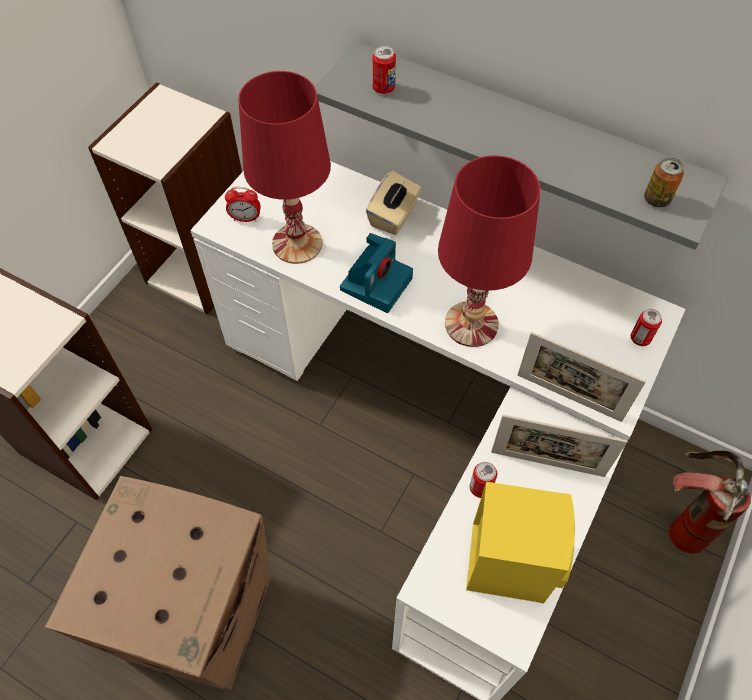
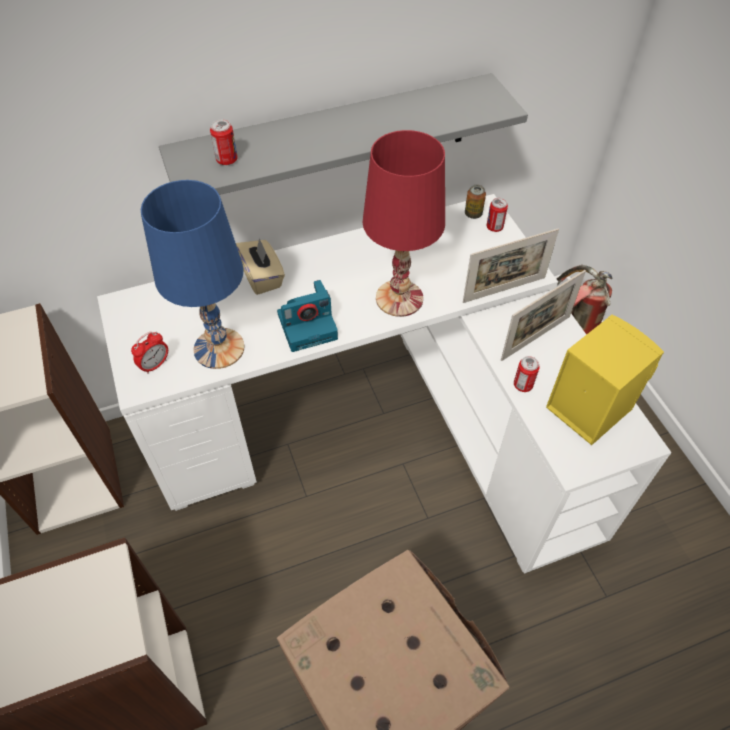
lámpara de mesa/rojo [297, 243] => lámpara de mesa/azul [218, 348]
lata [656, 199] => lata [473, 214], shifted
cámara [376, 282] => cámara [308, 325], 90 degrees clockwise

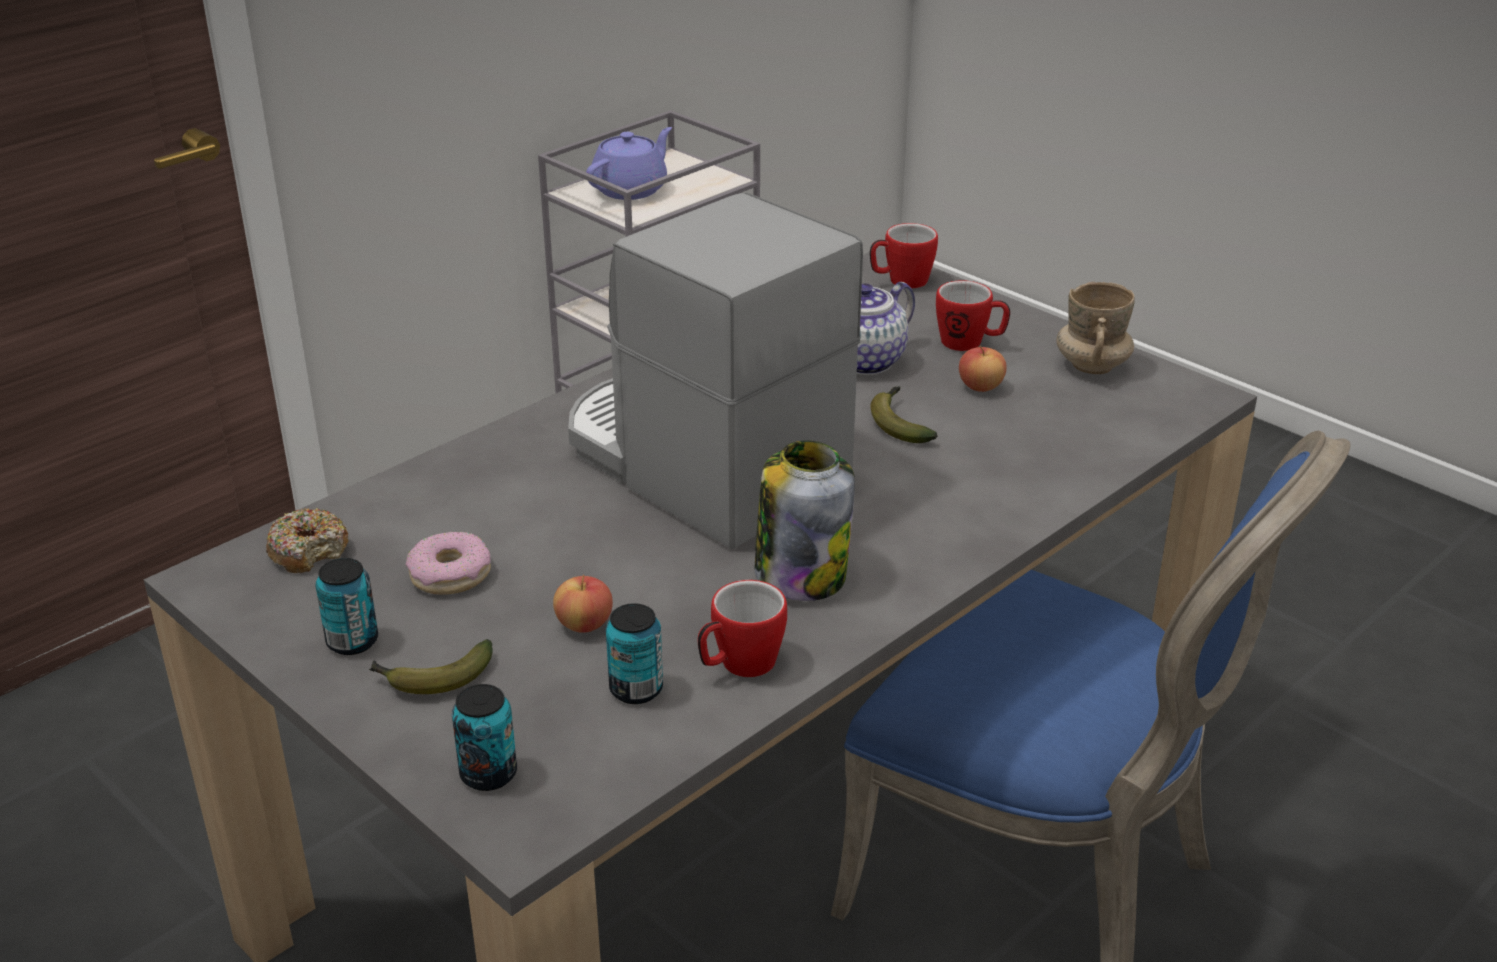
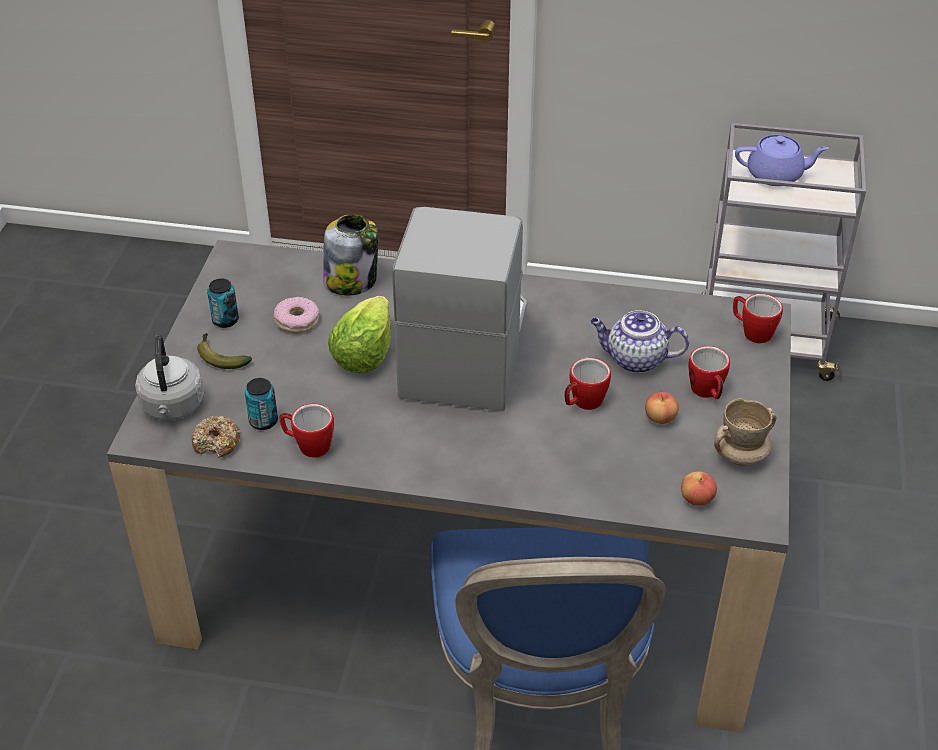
plátano [899, 423] => taza grande [583, 403]
tarro [800, 574] => tarro [351, 280], shifted
rosquilla [309, 551] => rosquilla [217, 442], shifted
manzana [584, 624] => manzana [697, 499], shifted
lata [488, 774] => hervidor/gris [173, 407]
nothing => lechuga [364, 354]

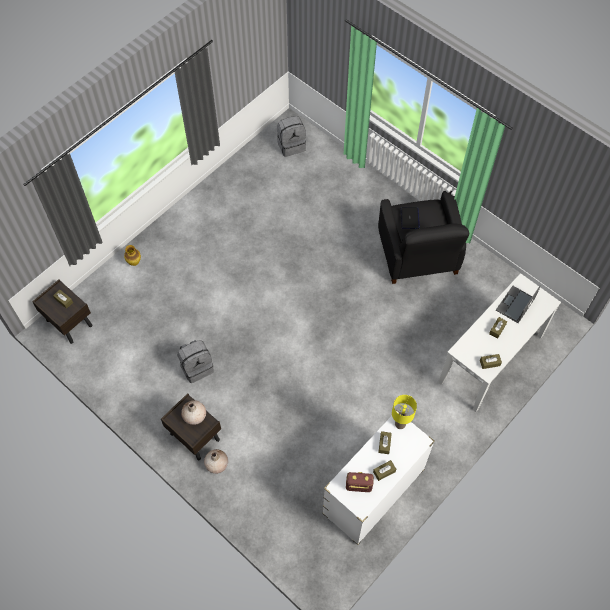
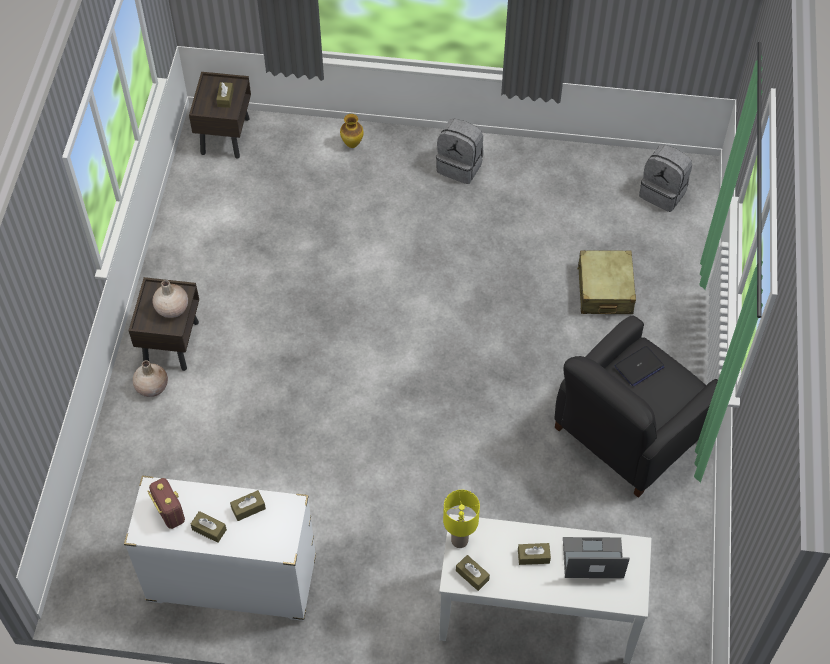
mochila/gris [197, 367] => mochila/gris [460, 166], shifted
lámpara de mesa/amarillo [400, 424] => lámpara de mesa/amarillo [460, 540], shifted
nothing => maleta/beis [604, 290]

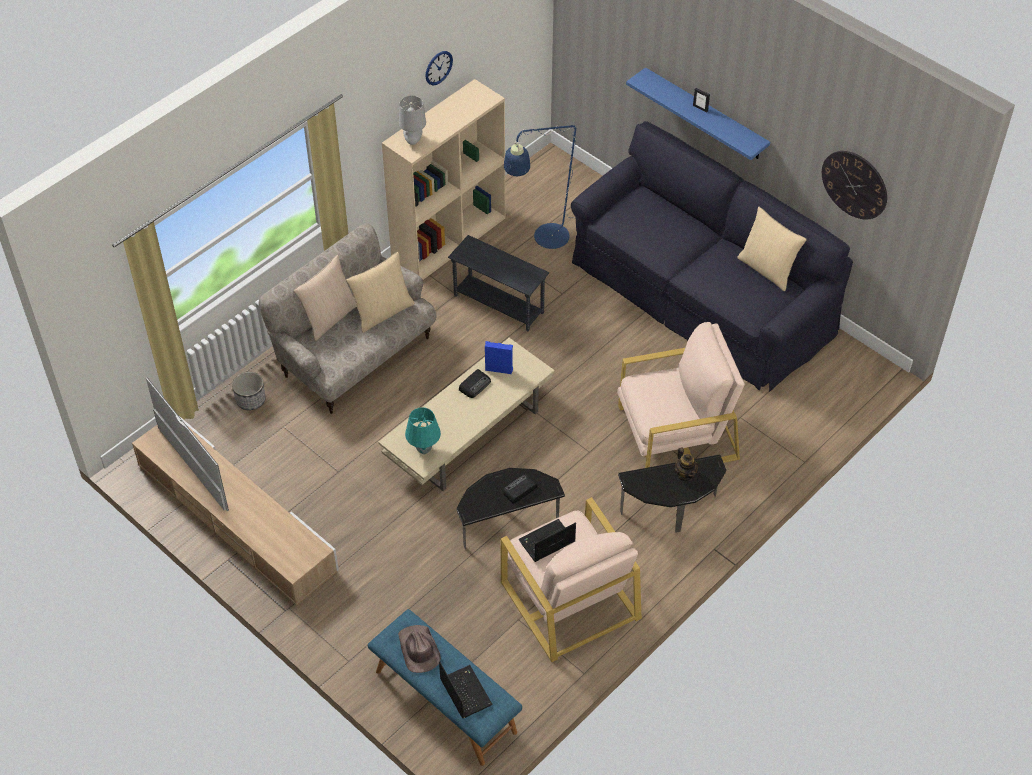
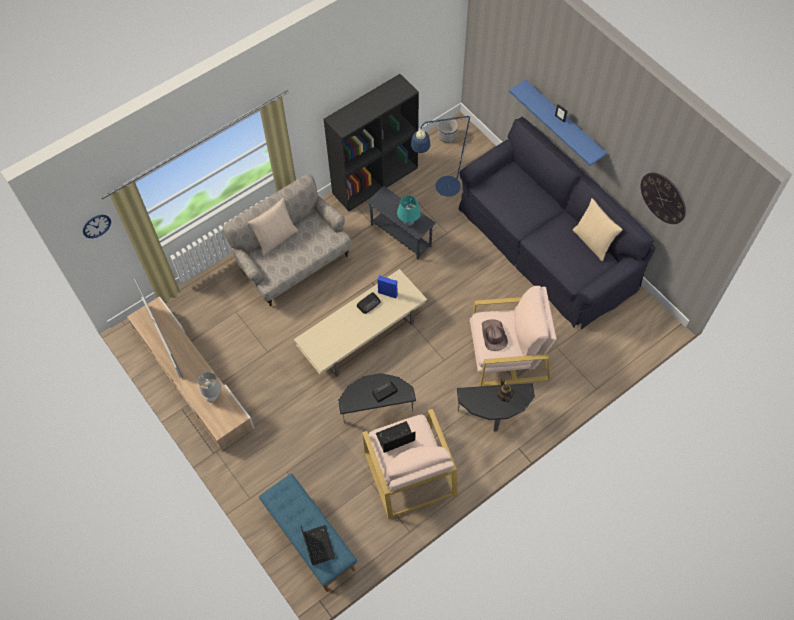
reloj de pared [438, 67] => reloj de pared [96, 226], shifted
estantería/beis [449, 239] => estantería/negro [375, 179]
lámpara de mesa/gris [413, 140] => lámpara de mesa/gris [214, 395], shifted
cojín/beis [382, 312] => nothing
maceta [251, 400] => maceta [447, 136], shifted
lámpara de mesa/turquesa [424, 449] => lámpara de mesa/turquesa [409, 222], shifted
sombrero/marrón [418, 650] => sombrero/marrón [493, 335], shifted

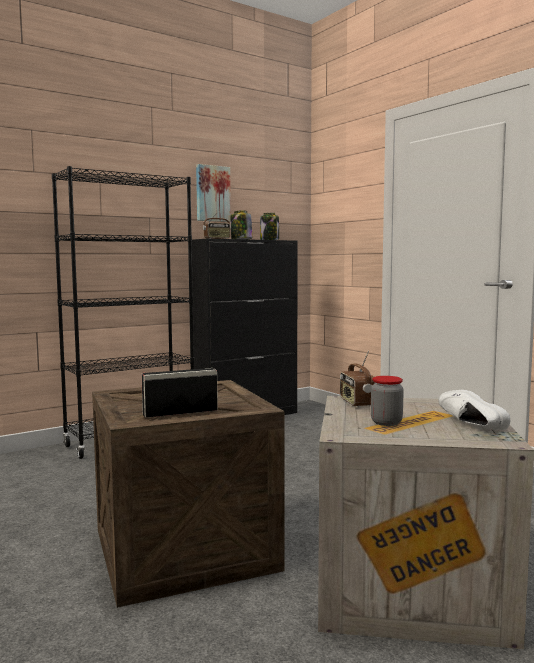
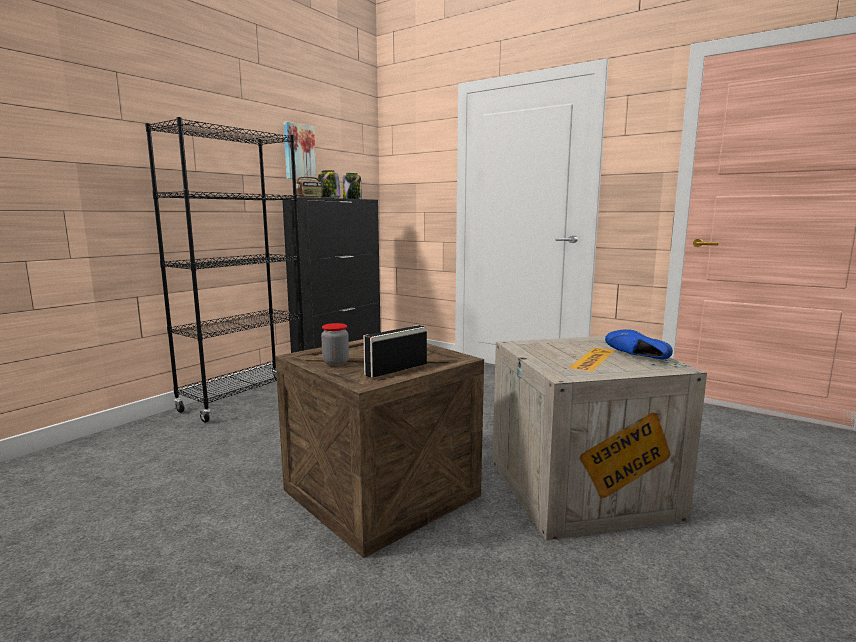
radio [356, 402] => nothing
tarro [386, 422] => tarro [335, 362], shifted
zapato/blanco [467, 425] => zapato/azul [636, 357]

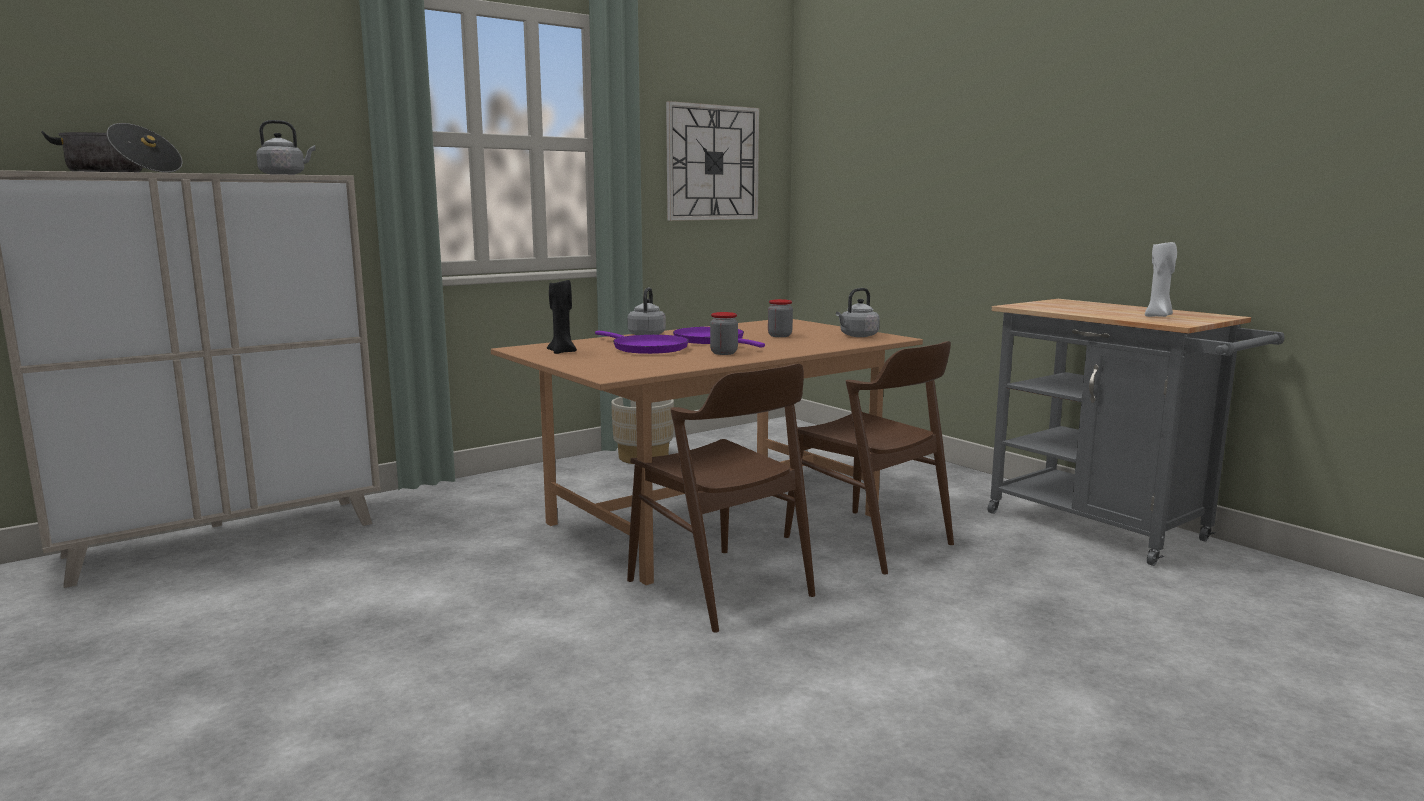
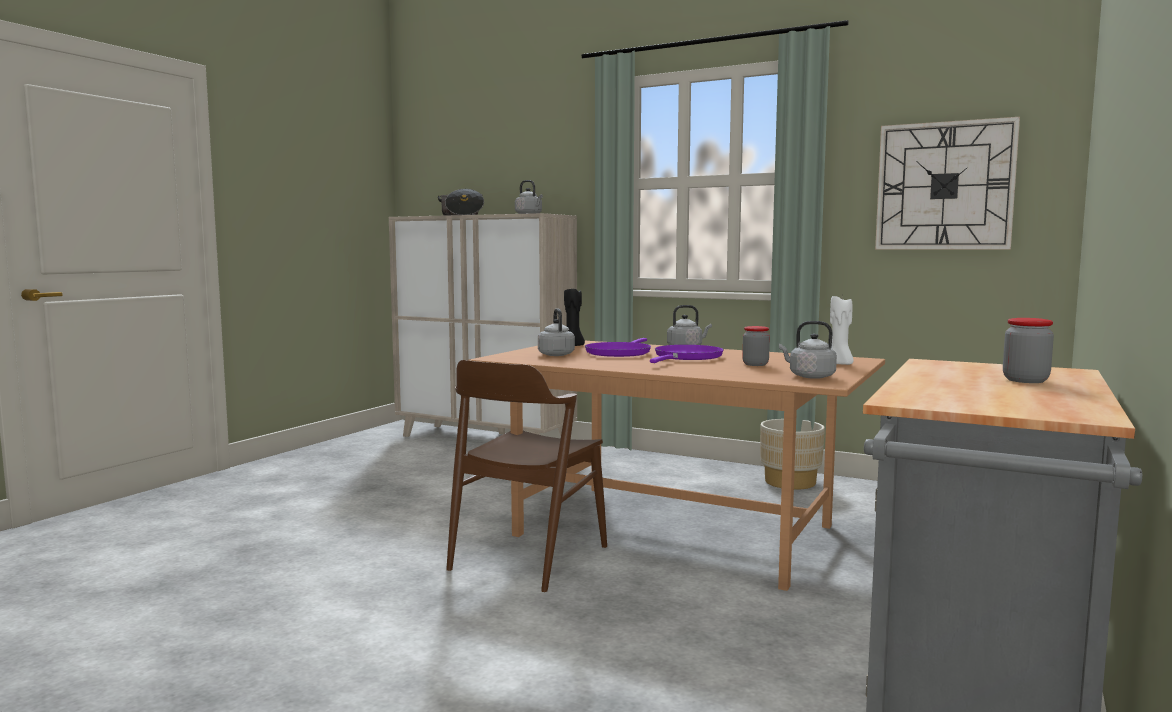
vela/blanco [1158, 316] => vela/blanco [839, 364], shifted
tarro [723, 353] => tarro [1025, 380], shifted
silla/marrón [868, 540] => nothing
nothing => hervidor/gris [555, 354]

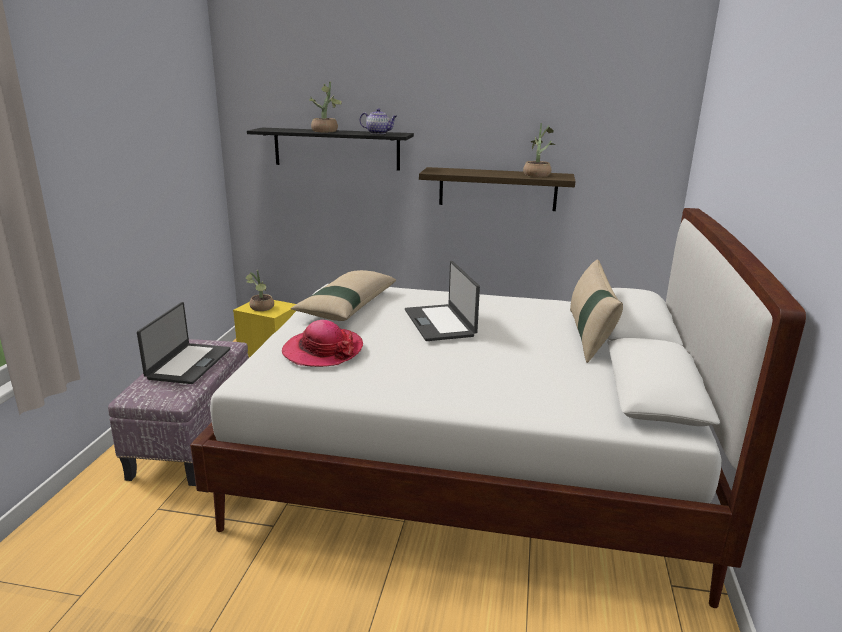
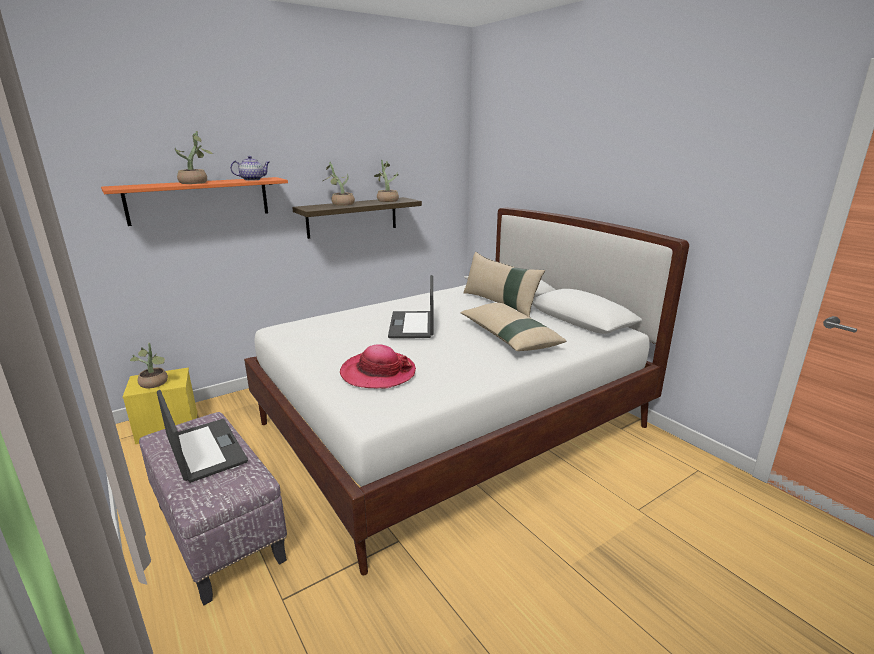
estante/negro [336, 149] => estante/naranja [199, 200]
portátil [440, 323] => portátil [413, 325], 60 degrees clockwise
cojín/beis [346, 305] => cojín/beis [508, 337], shifted
nothing => planta en maceta [340, 204]

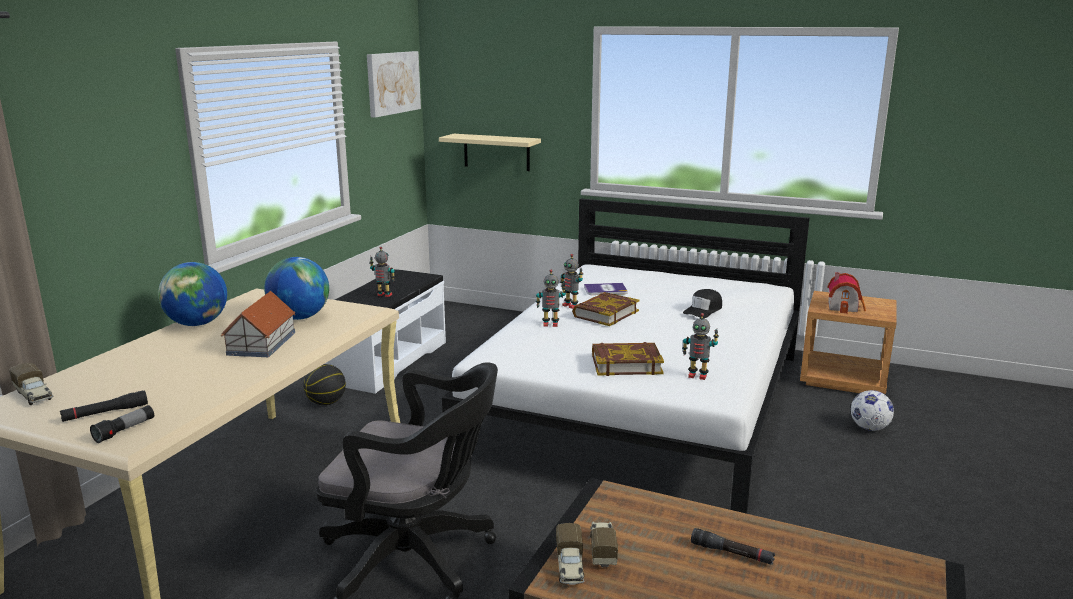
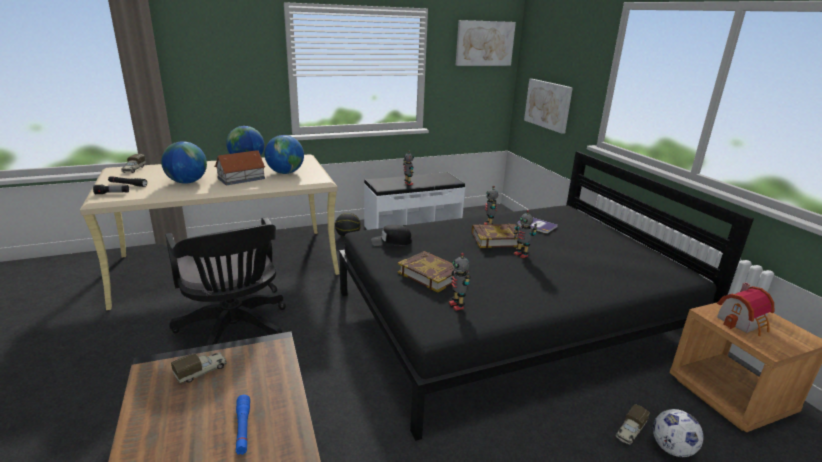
estante/beis [496, 152] => cuadro [548, 105]
cama/blanco [643, 403] => cama/negro [510, 321]
robot de juguete [550, 324] => robot de juguete [521, 254], shifted
gorra/negro [703, 310] => gorra/negro [391, 241], shifted
camión de juguete [570, 567] => camión de juguete [629, 432], shifted
linterna/negro [731, 553] => linterna/azul [243, 428]
nothing => globo terráqueo [187, 182]

